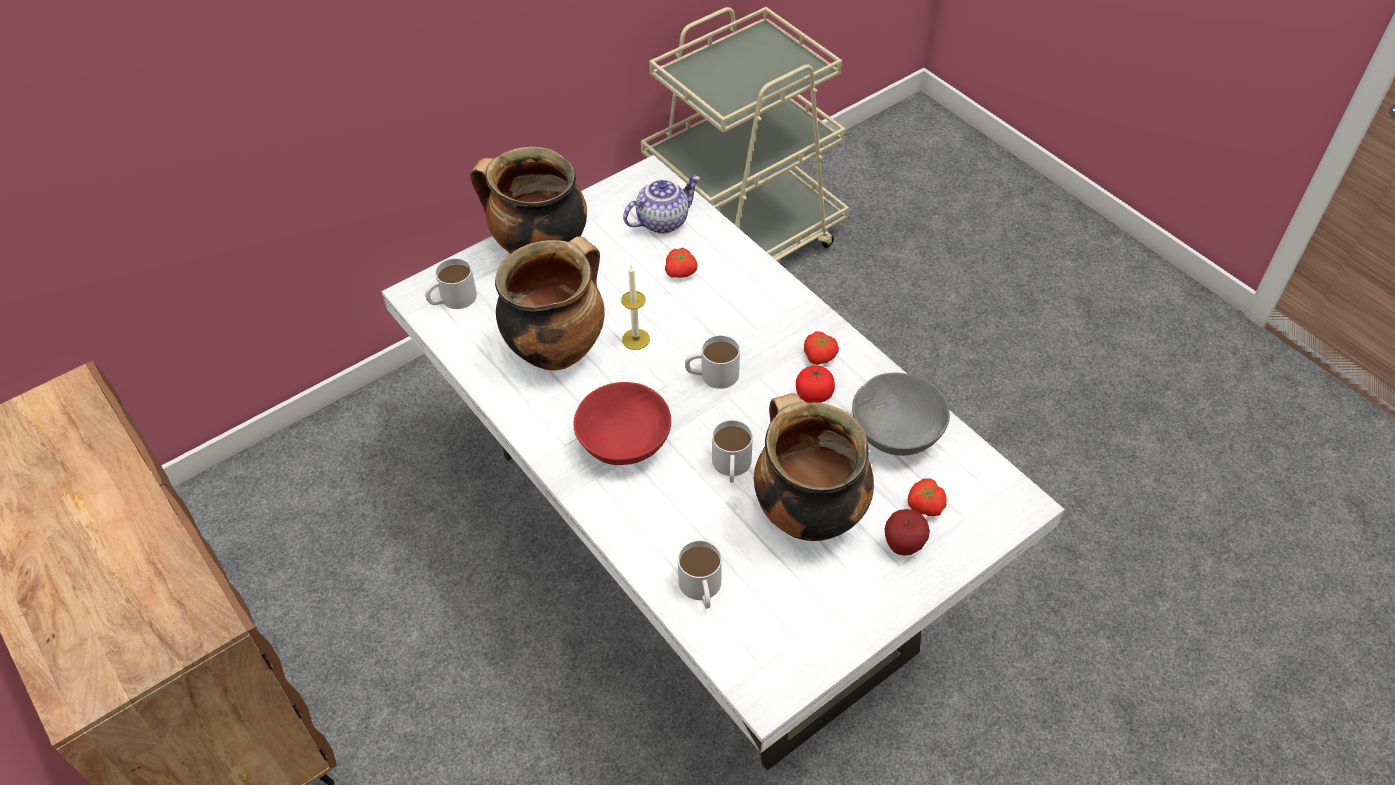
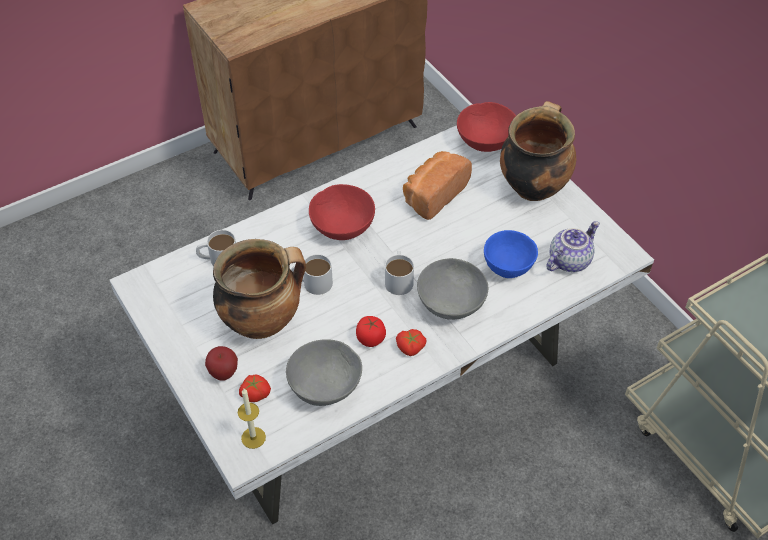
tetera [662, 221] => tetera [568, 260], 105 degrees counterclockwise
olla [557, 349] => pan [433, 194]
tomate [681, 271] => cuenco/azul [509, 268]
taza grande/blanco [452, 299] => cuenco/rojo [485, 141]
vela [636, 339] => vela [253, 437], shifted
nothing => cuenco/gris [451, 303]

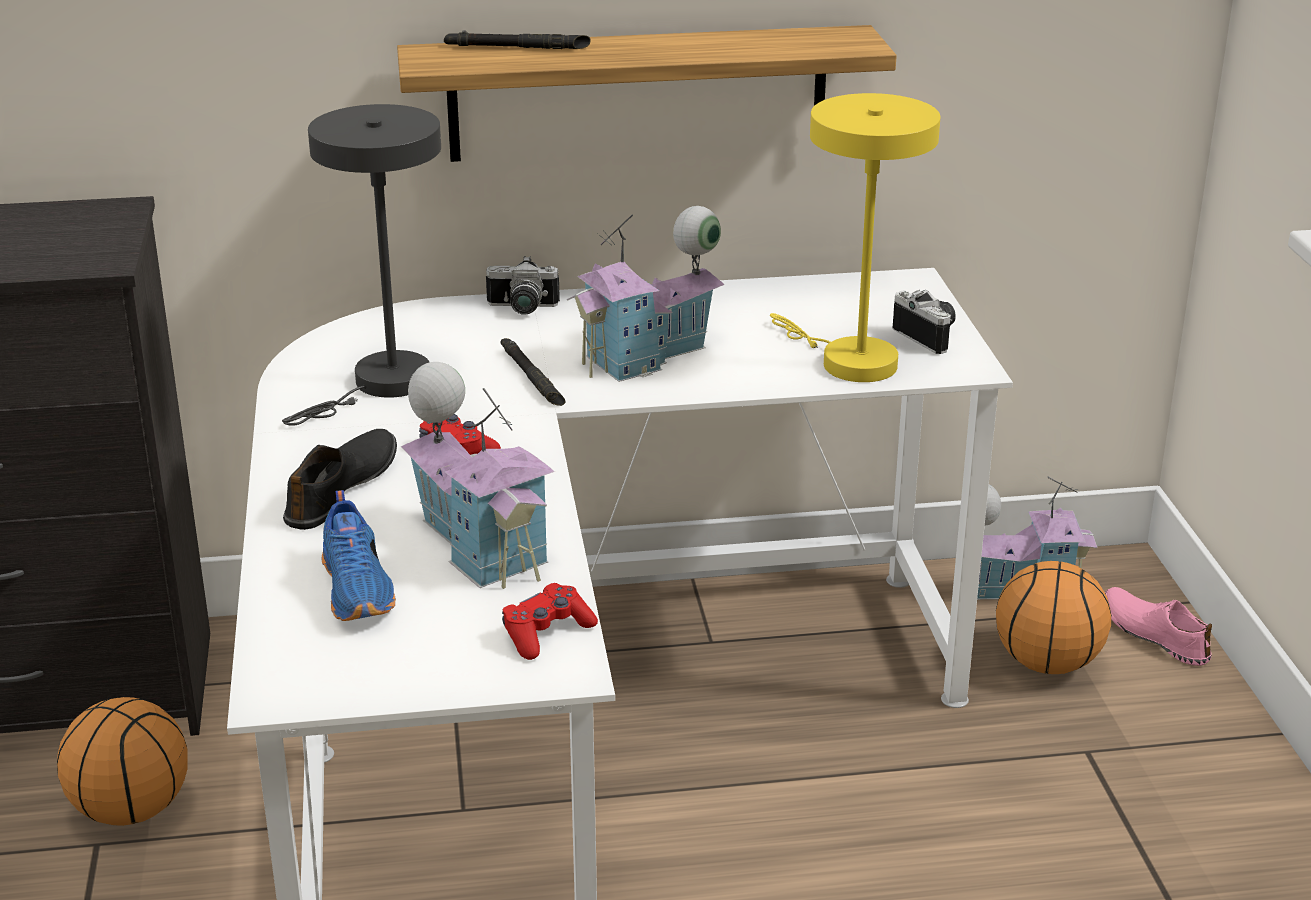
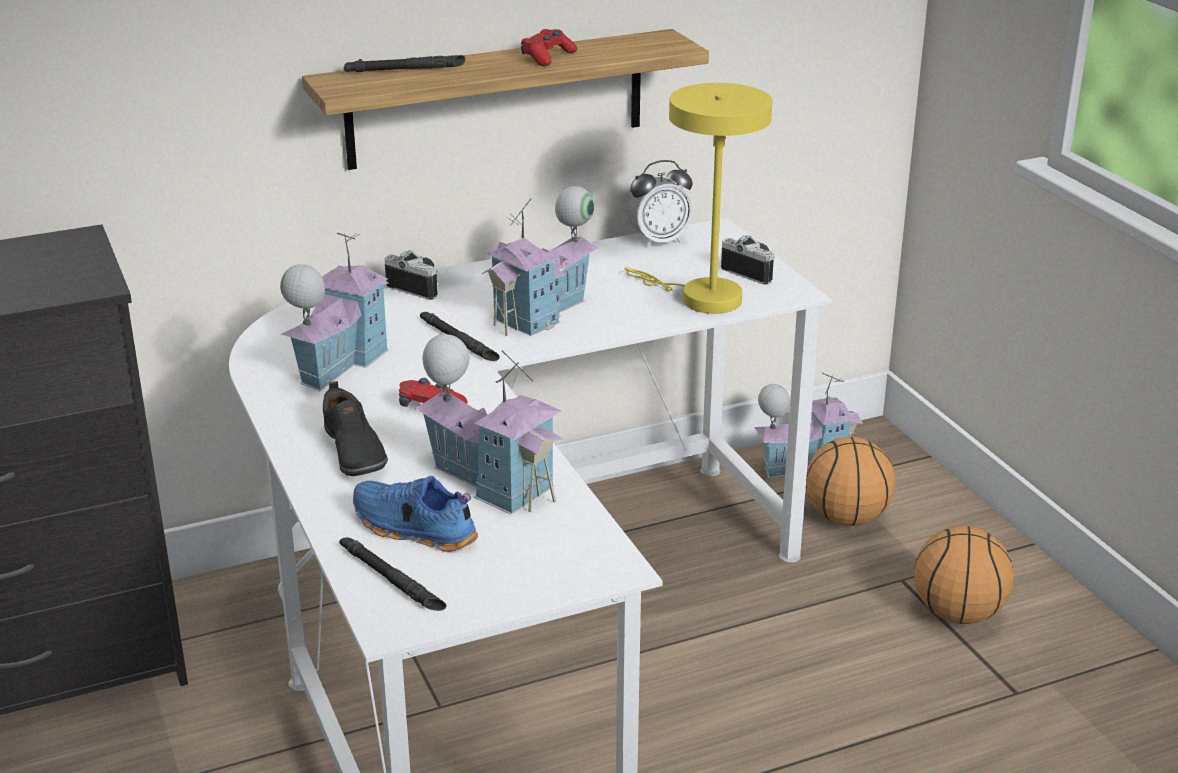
lámpara de mesa/gris [383, 386] => casita [339, 363]
cámara [521, 309] => cámara [419, 286], 135 degrees counterclockwise
zapato/negro [342, 489] => zapato/negro [353, 451], 150 degrees clockwise
zapato/azul [359, 589] => zapato/azul [413, 530], 150 degrees clockwise
mando de consola/rojo [546, 633] => mando de consola/rojo [547, 57], shifted
zapato/rosa [1154, 634] => nothing
balón de baloncesto [131, 809] => balón de baloncesto [957, 613], shifted
nothing => despertador [659, 241]
nothing => linterna/negro [391, 579]

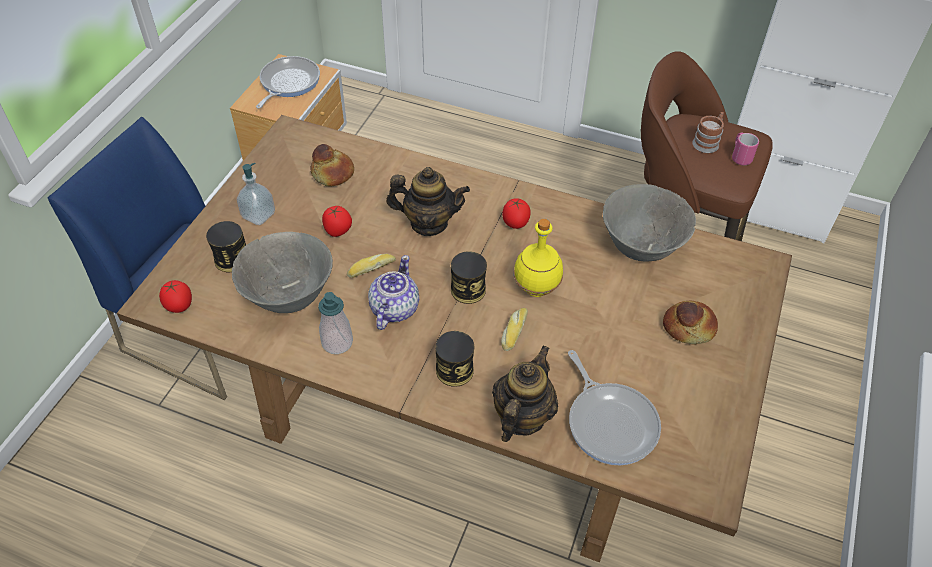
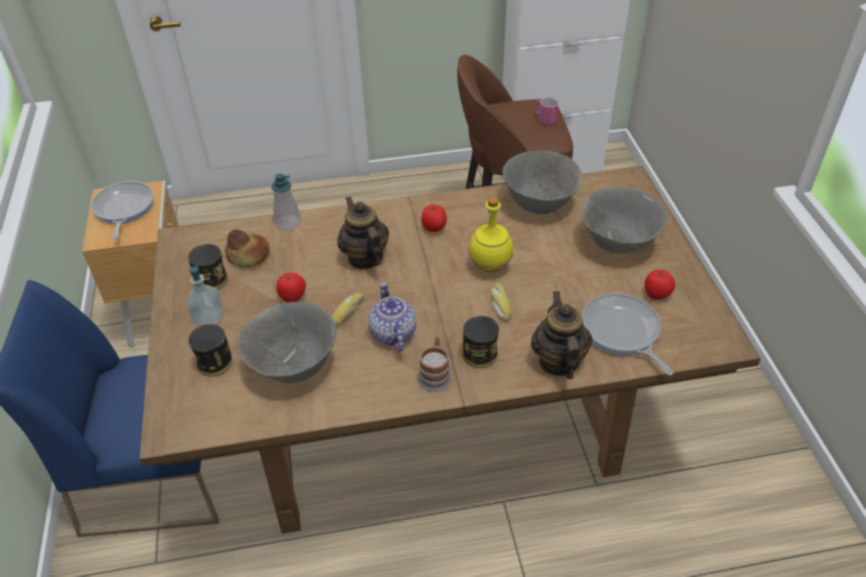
taza grande [707, 142] => taza grande [435, 375], shifted
tetera [428, 223] => tetera [365, 258], 90 degrees counterclockwise
lata [468, 290] => lata [211, 280], shifted
tomate [179, 307] => tomate [657, 295], shifted
dispensador de jabón [337, 342] => dispensador de jabón [288, 223], shifted
pan [688, 328] => cuenco/gris [618, 243]
sartén [610, 422] => sartén [622, 332], 150 degrees counterclockwise

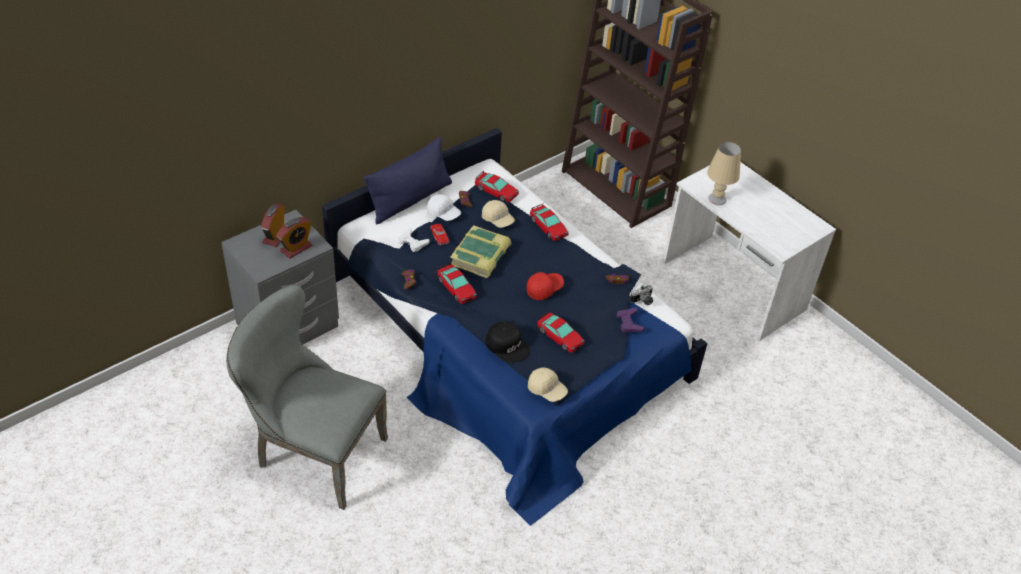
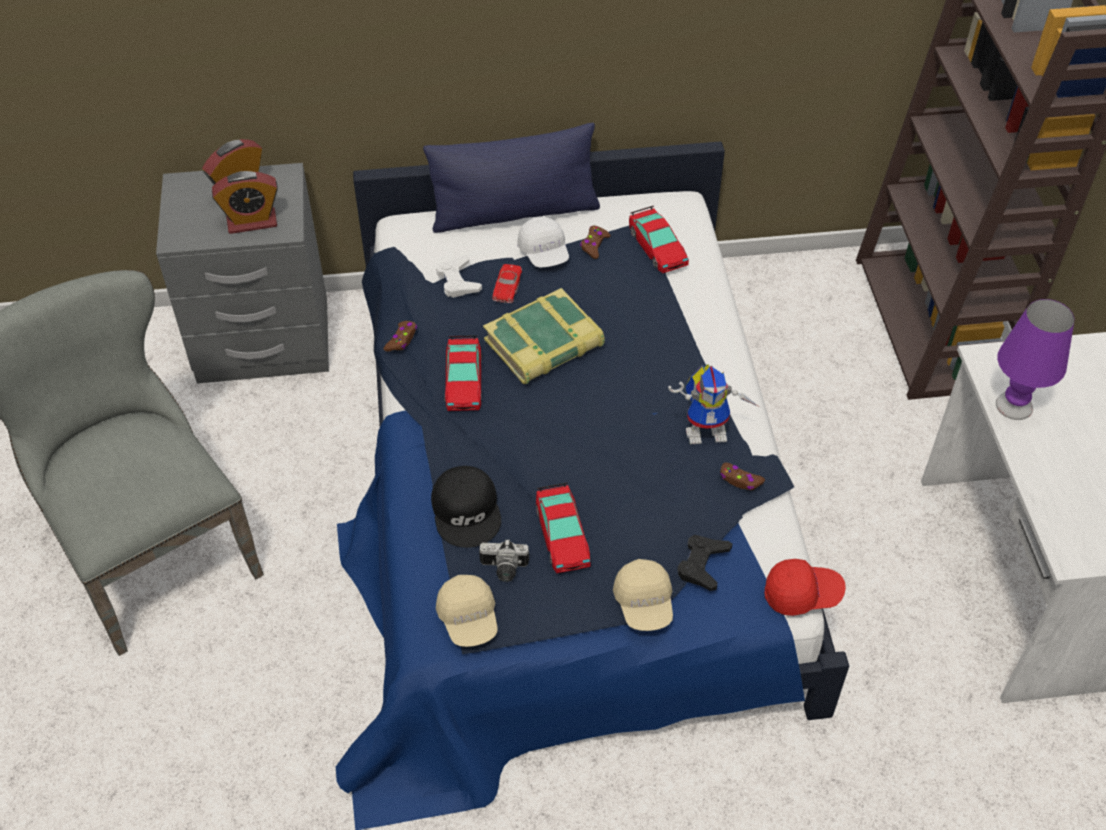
lámpara de mesa/beis [717, 199] => lámpara de mesa/morado [1013, 406]
gorra/beis [498, 220] => gorra/beis [644, 603], shifted
coche de juguete [548, 227] => nothing
gorra/rojo [544, 289] => gorra/rojo [802, 594], shifted
cámara [643, 301] => cámara [503, 569], shifted
mando de consola/morado [629, 322] => mando de consola/negro [702, 564]
nothing => robot de juguete [708, 430]

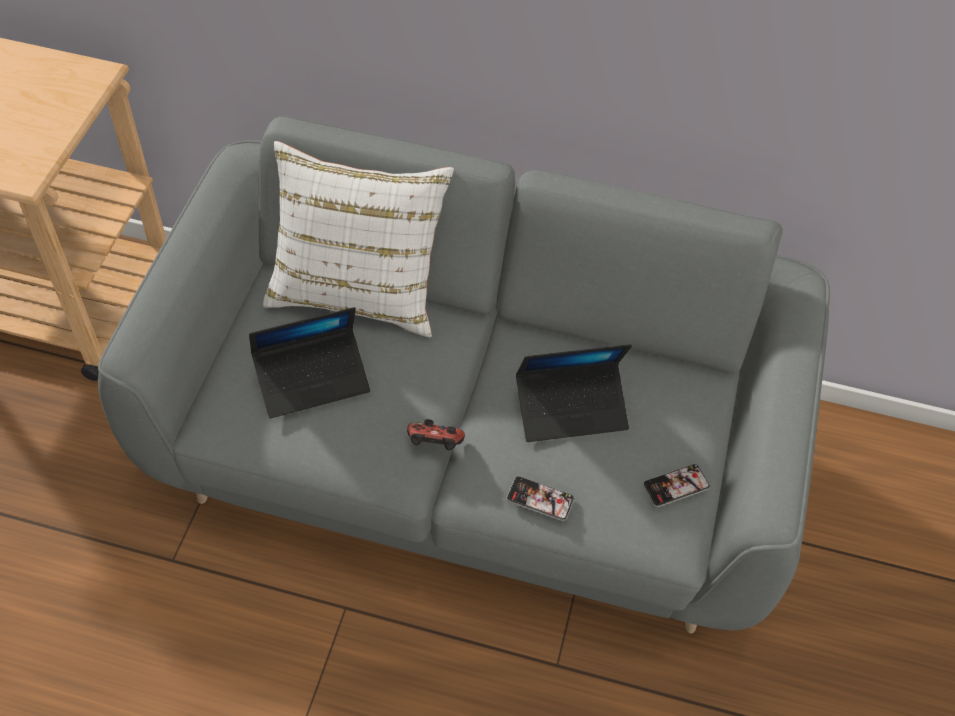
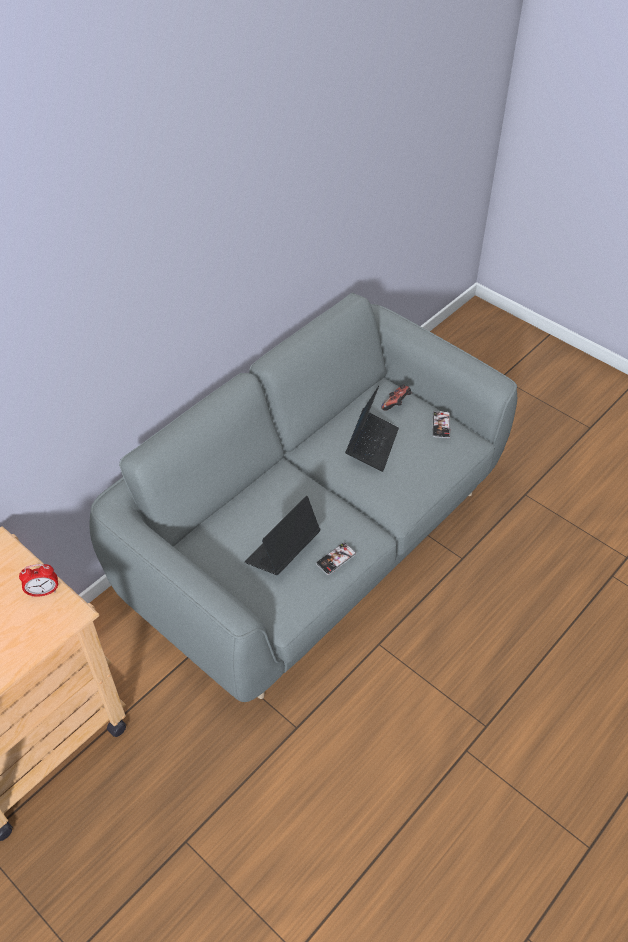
cojín/blanco [358, 288] => nothing
portátil [312, 379] => portátil [282, 551], 150 degrees counterclockwise
mando de consola [434, 445] => mando de consola [396, 405], shifted
móvil [540, 499] => móvil [336, 559], shifted
nothing => despertador [43, 592]

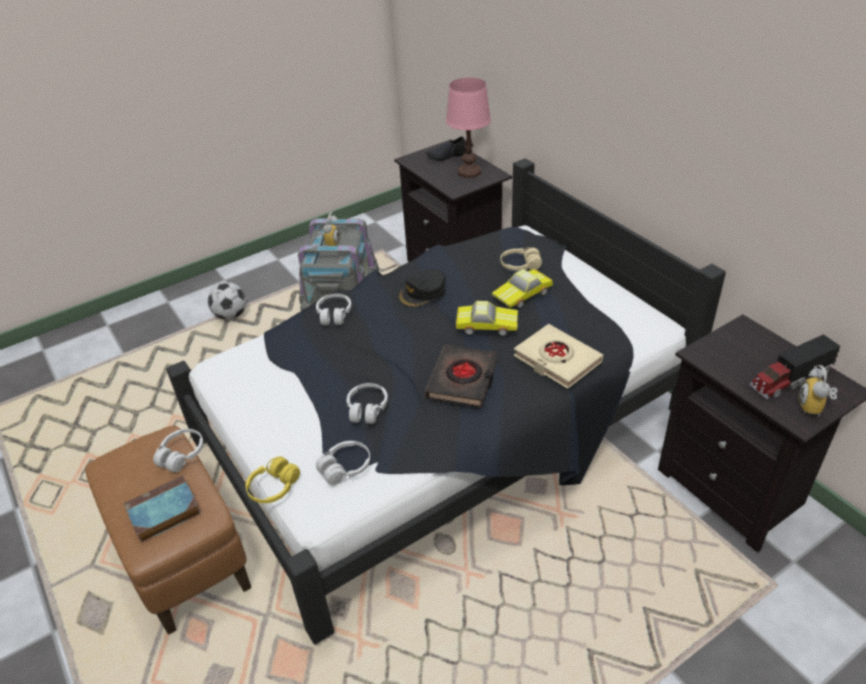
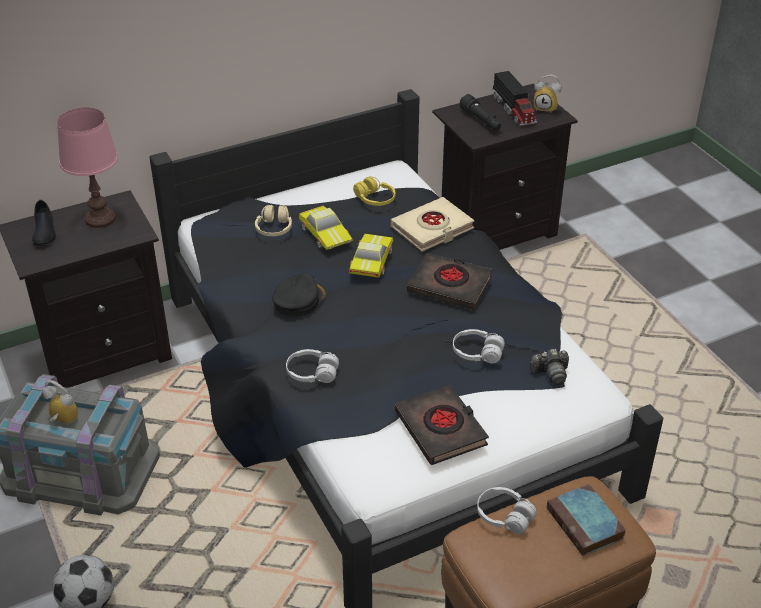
gorra/negro [422, 293] => gorra/negro [299, 300], 105 degrees counterclockwise
auriculares/blanco [345, 468] => cámara [550, 374]
auriculares/amarillo [274, 487] => auriculares/amarillo [375, 199], shifted
nothing => linterna/negro [481, 121]
nothing => libro/negro [441, 429]

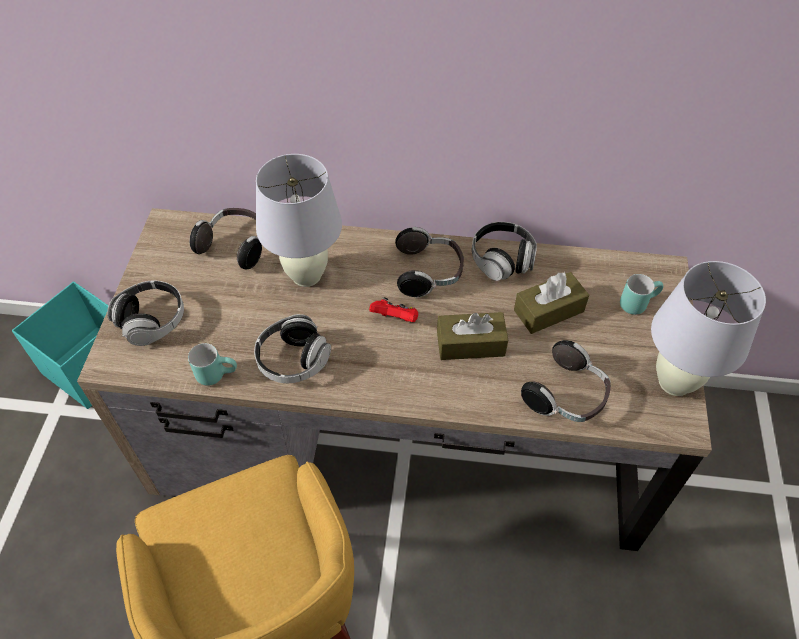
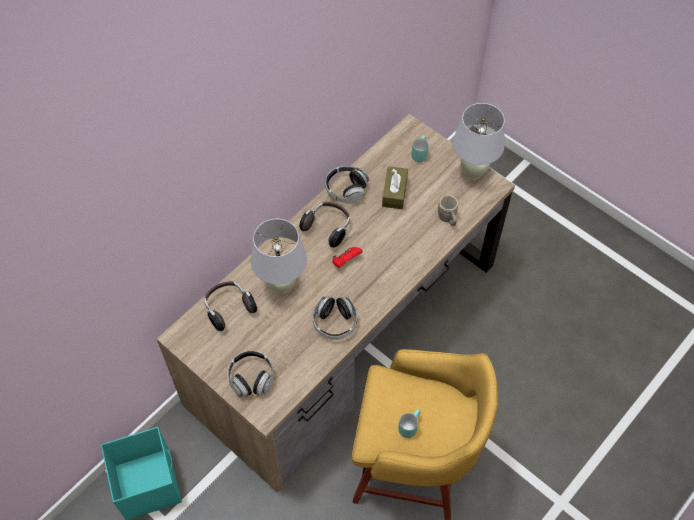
caja de pañuelos/marrón [470, 344] => nothing
auriculares [567, 396] => taza grande/gris [448, 219]
taza grande/turquesa [217, 373] => taza grande/turquesa [408, 425], shifted

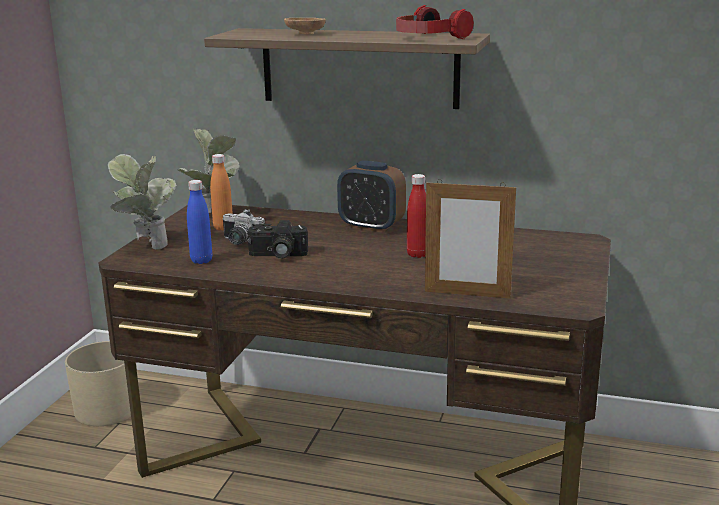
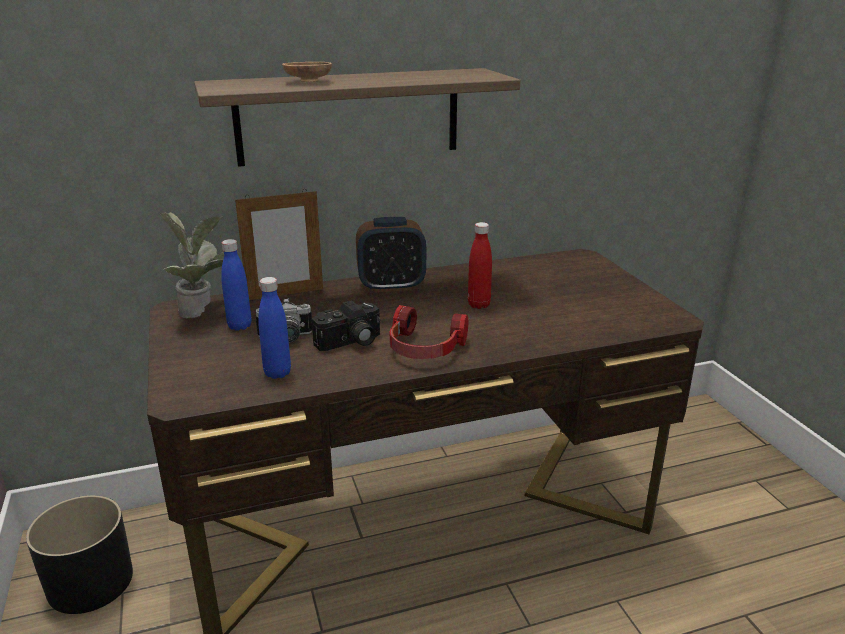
auriculares [428, 38] => auriculares [424, 349], shifted
planta en maceta [146, 245] => nothing
botella/naranja [223, 228] => botella/azul [239, 326]
portarretratos [467, 294] => portarretratos [285, 294], shifted
maceta/beis [107, 409] => maceta/negro [90, 582]

